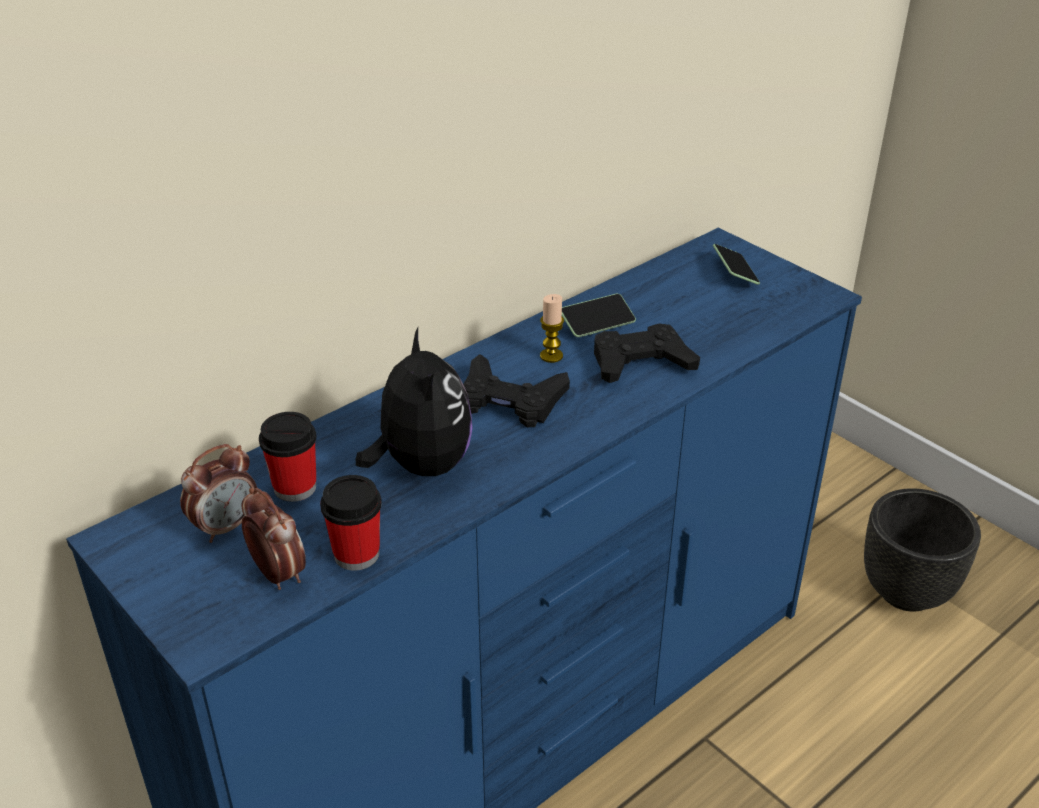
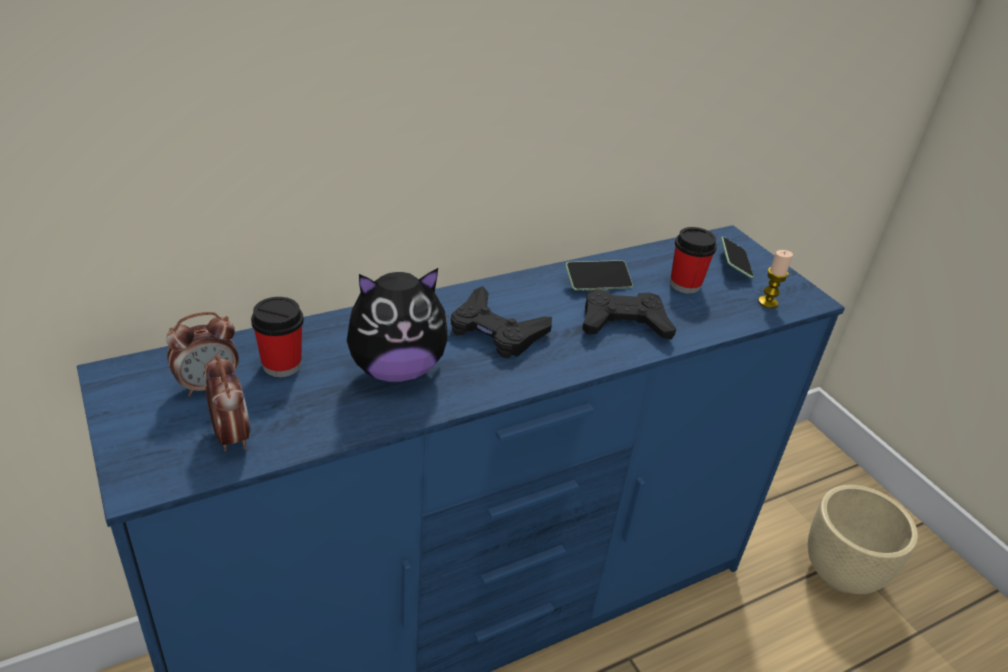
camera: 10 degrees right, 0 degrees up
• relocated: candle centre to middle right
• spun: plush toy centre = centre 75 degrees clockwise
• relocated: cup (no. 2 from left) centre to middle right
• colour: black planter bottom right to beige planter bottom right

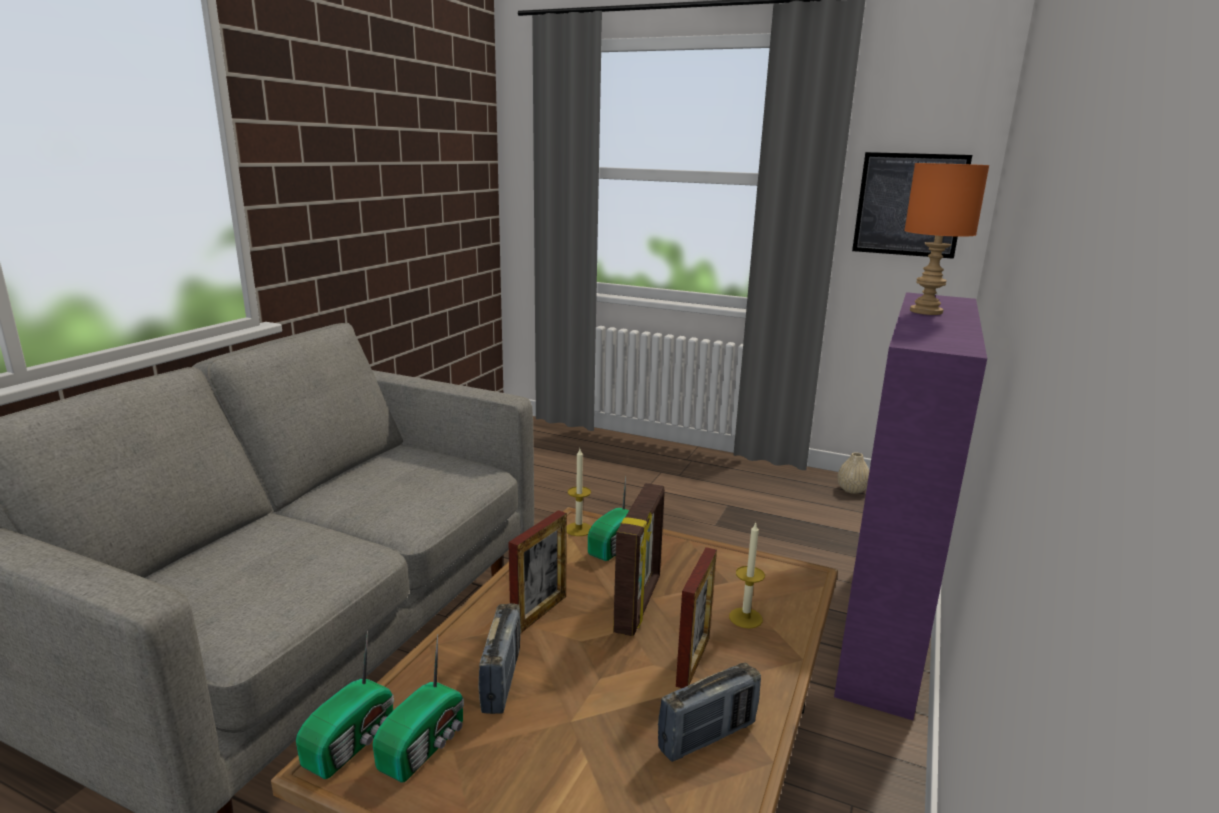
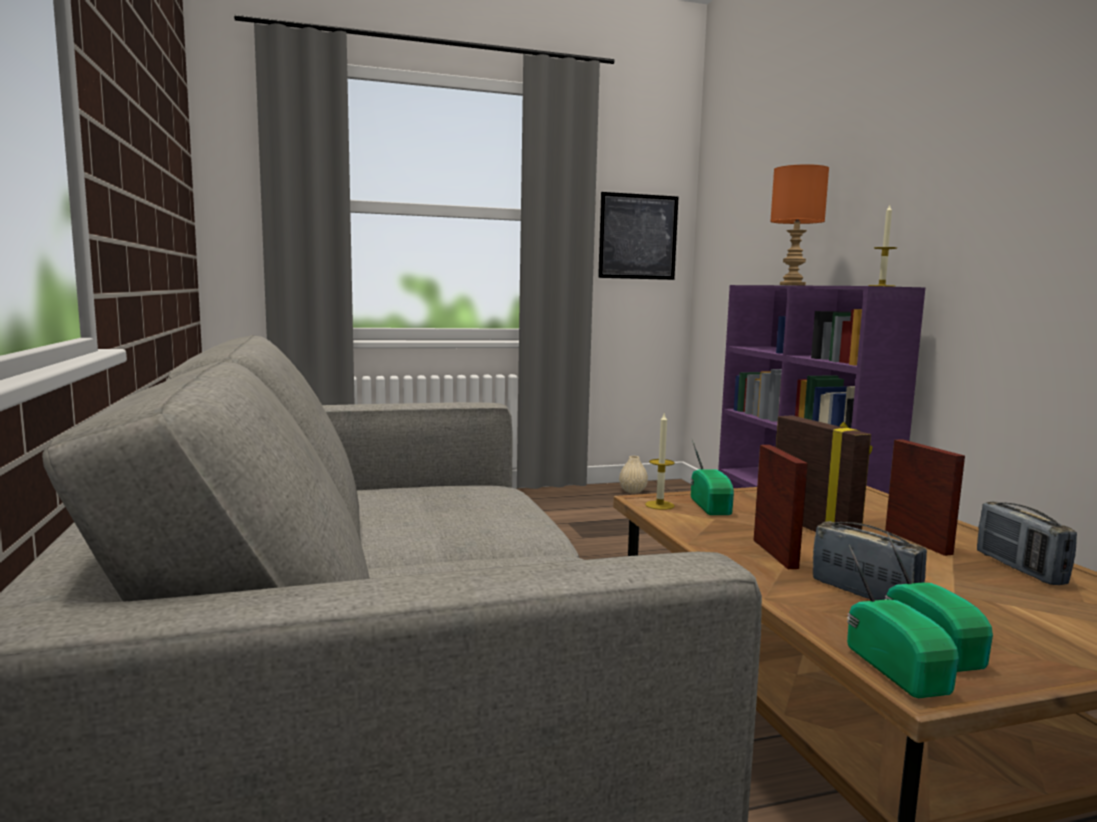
camera: 40 degrees left, 10 degrees down
• relocated: candle (no. 2 from left) bottom centre to top right
• spun: radio (no. 5 from left) bottom centre = middle right 150 degrees clockwise

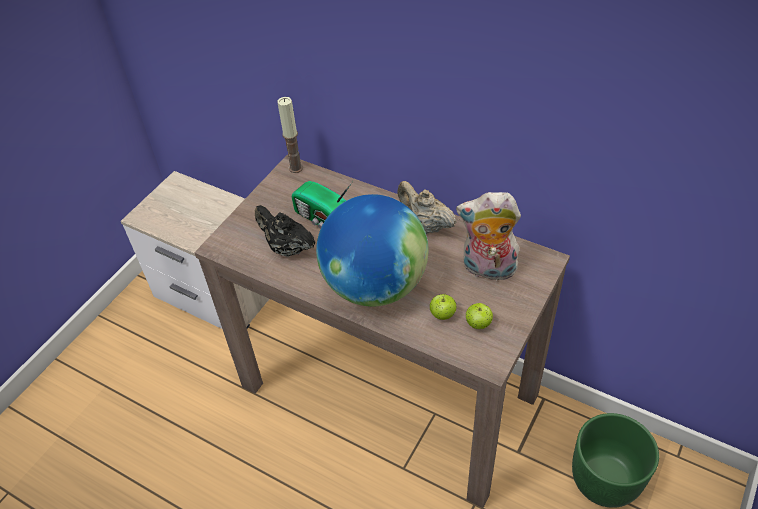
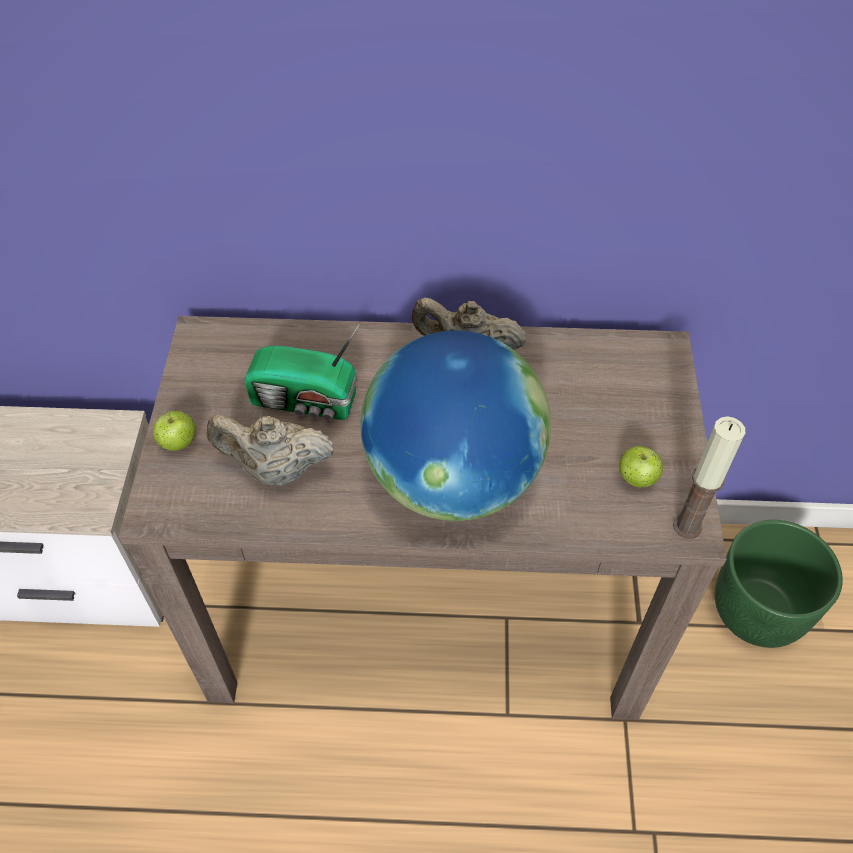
camera: 30 degrees left, 5 degrees up
• relocated: candle top centre to middle right
• missing: plush toy centre
• colour: black teapot centre to beige teapot (no. 1 from left) middle left
• relocated: apple (no. 1 from left) centre to middle left

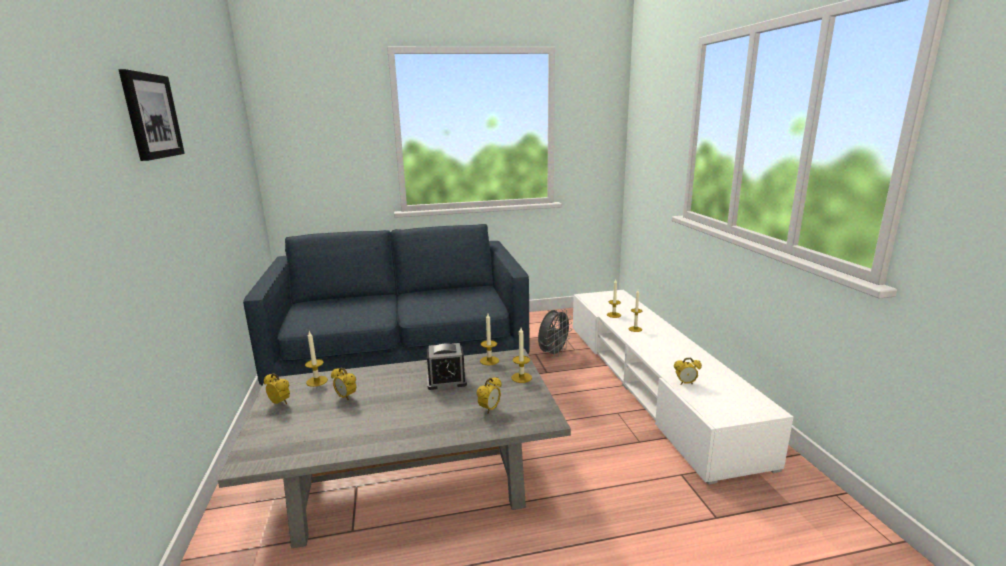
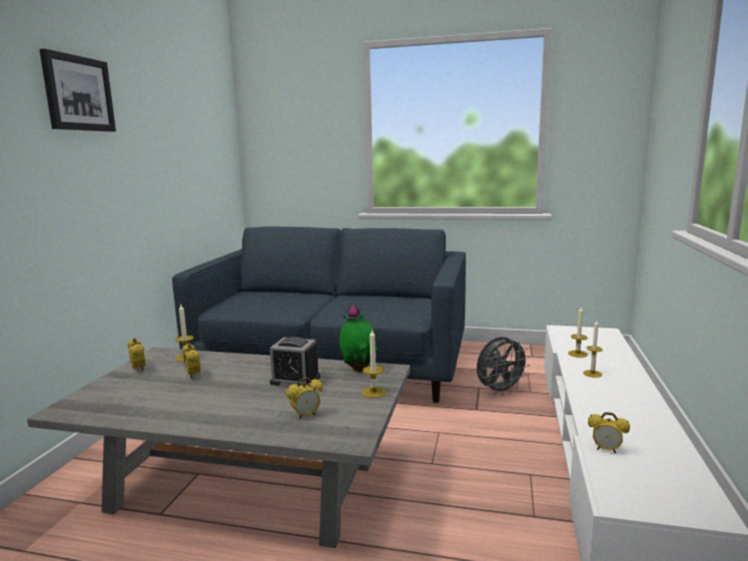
camera: 25 degrees right, 5 degrees down
• exchanged: candle (no. 2 from left) centre to potted plant centre

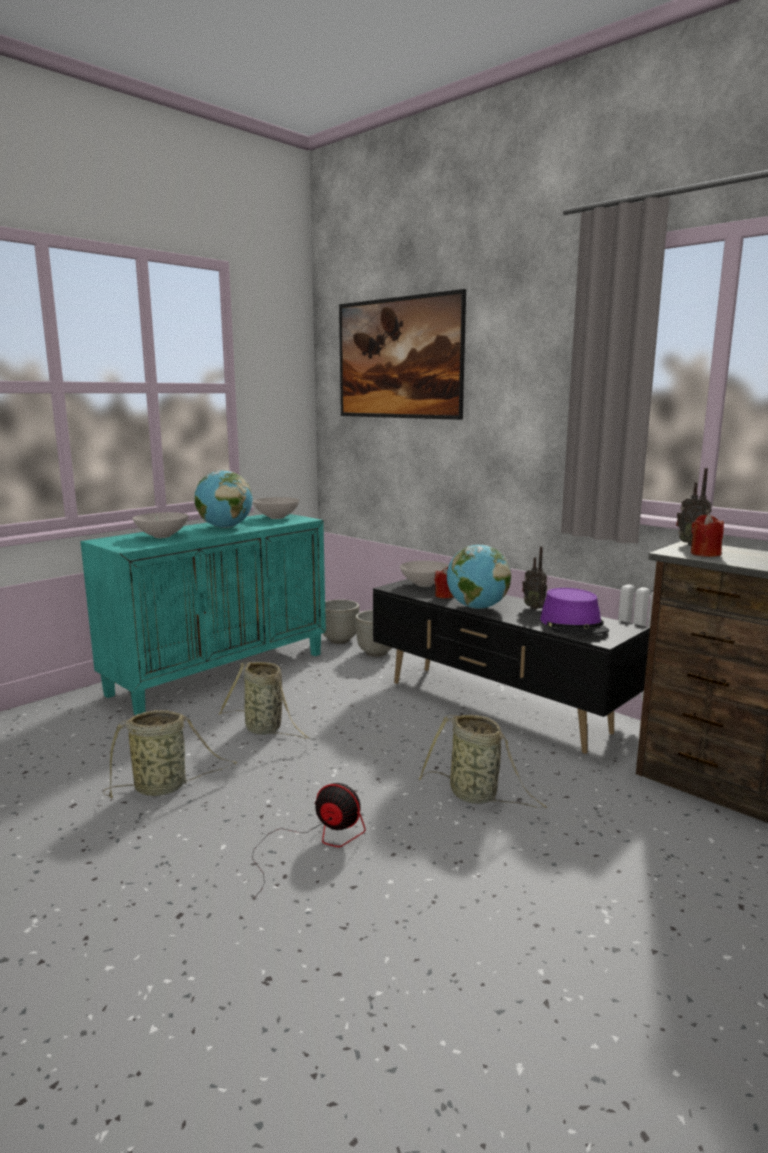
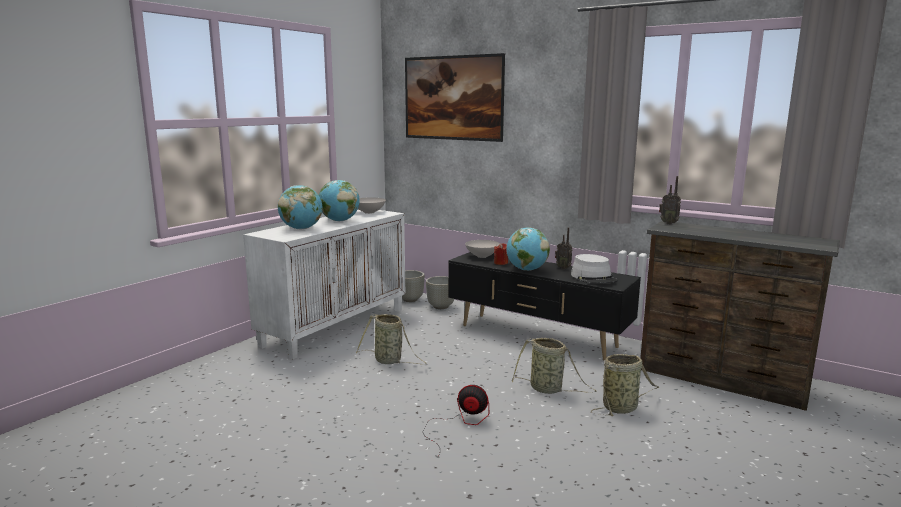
camera: 10 degrees left, 0 degrees up
• exchanged: white bowl (no. 1 from left) middle left to globe (no. 1 from left) middle left
• colour: turquoise cabinet middle left to white cabinet centre
• missing: red candle (no. 2 from left) middle right
• colour: purple hat middle right to grey hat centre
• relocated: basket (no. 1 from left in the first image) middle left to basket (no. 3 from left) bottom right

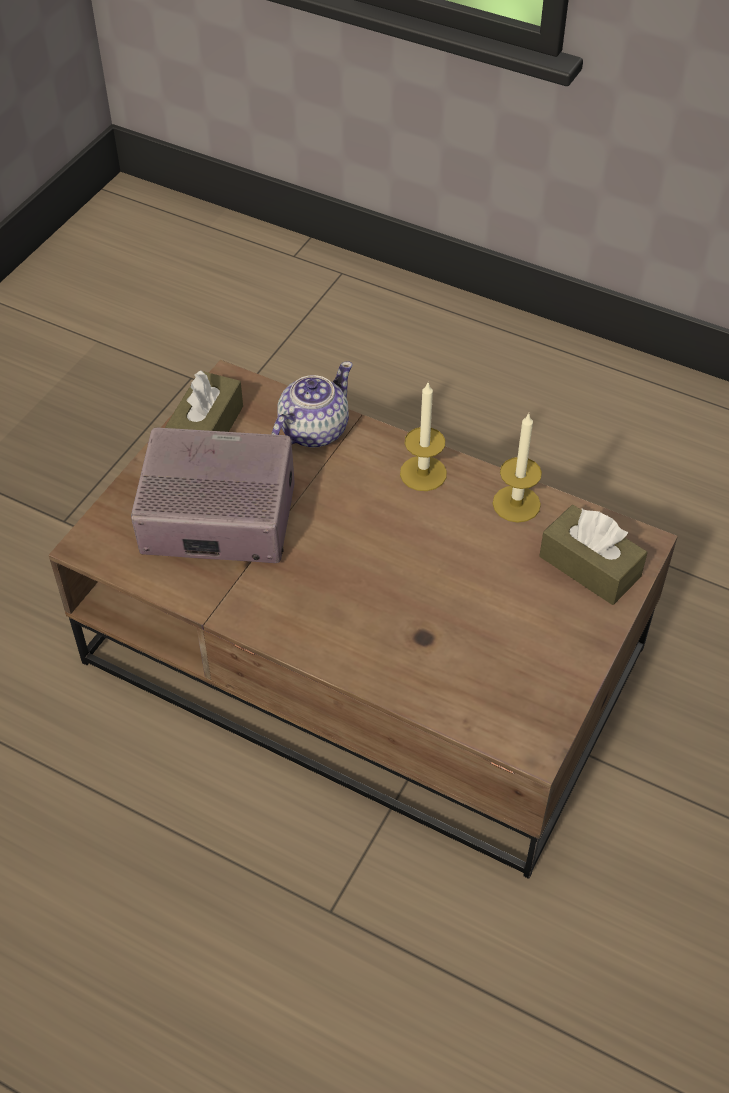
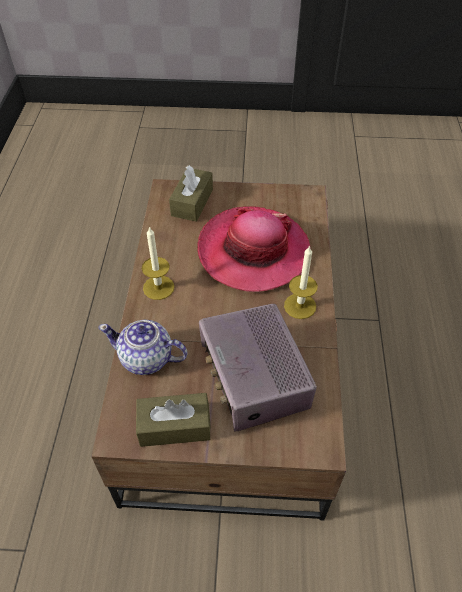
camera: 115 degrees left, 0 degrees up
• relocated: candle (no. 2 from left) middle right to centre
• appeared: hat centre

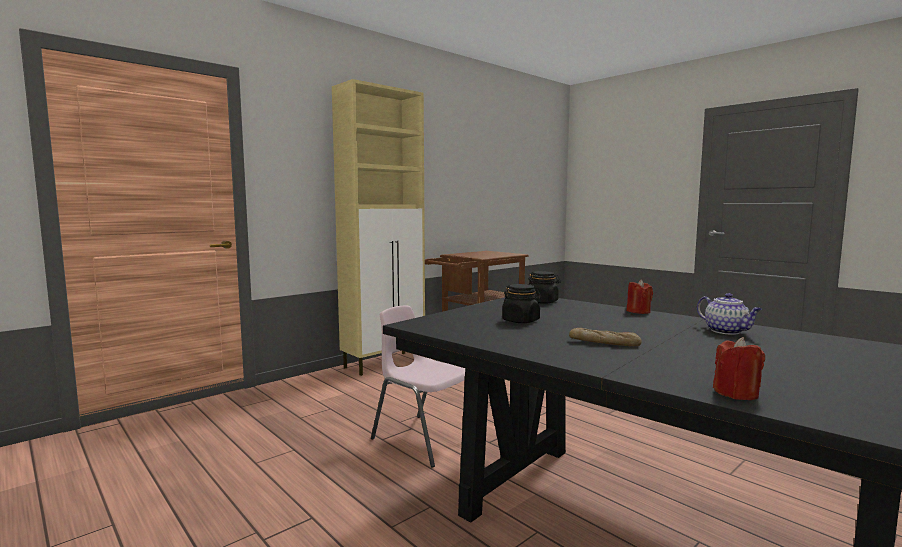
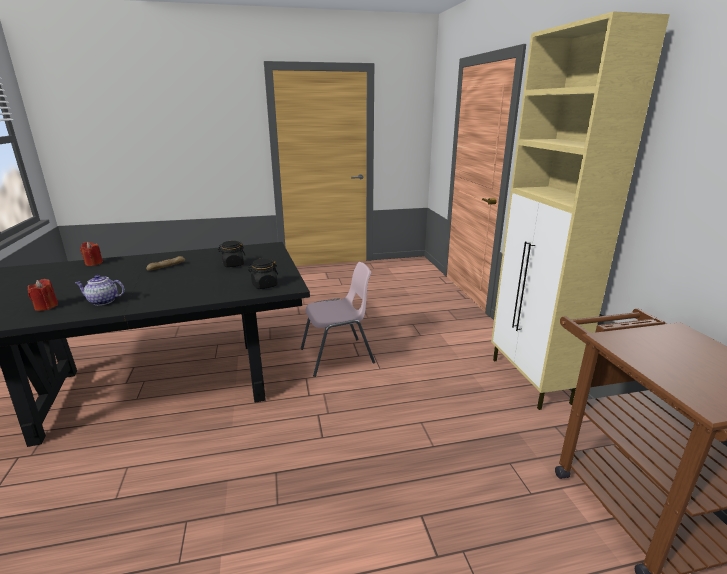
camera: 120 degrees right, 15 degrees up
• relocated: red candle (no. 1 from left) middle right to middle left

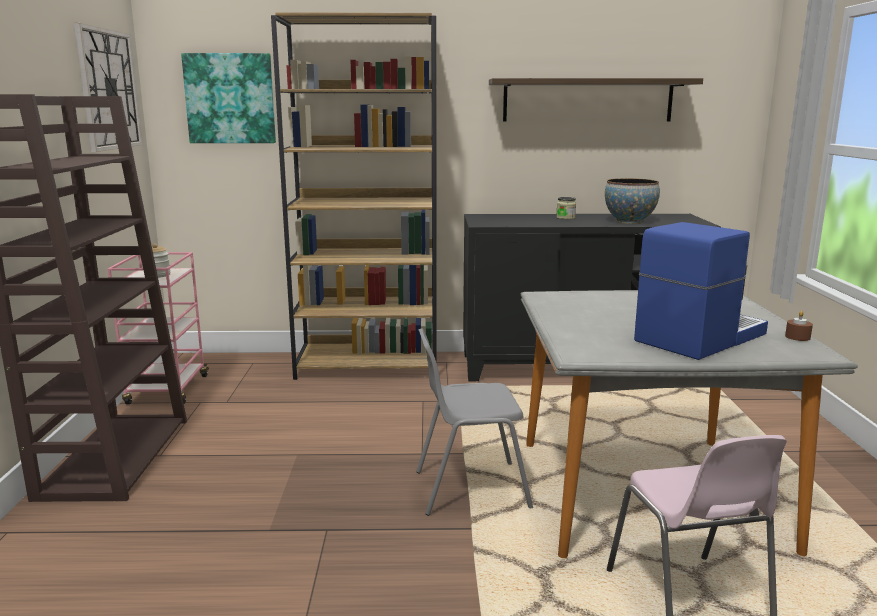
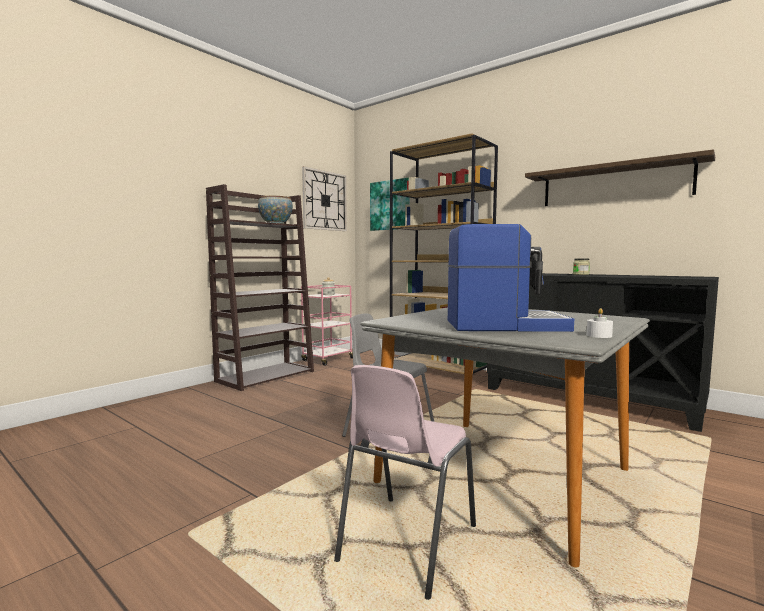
camera: 40 degrees right, 10 degrees down
• relocated: bowl top right to centre
• colour: brown candle middle right to white candle middle right

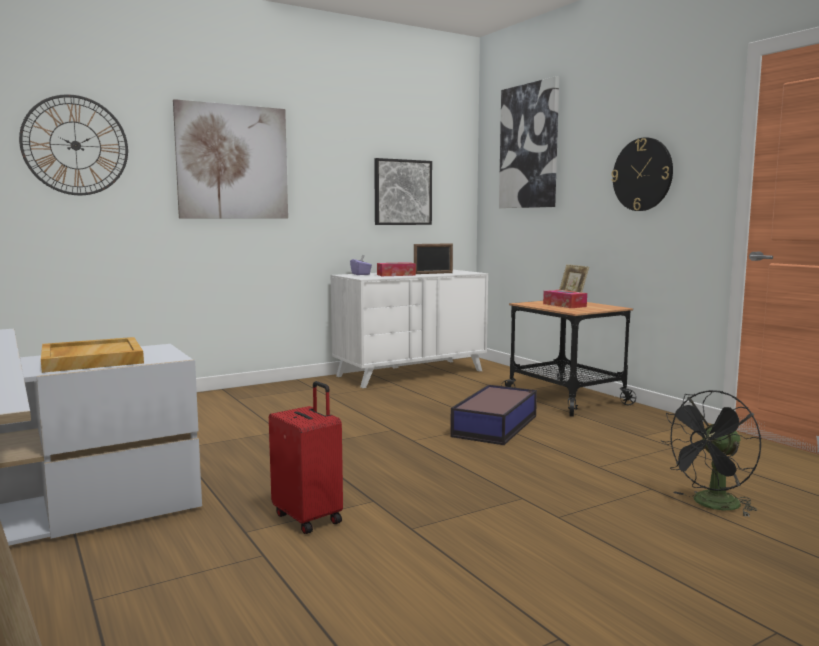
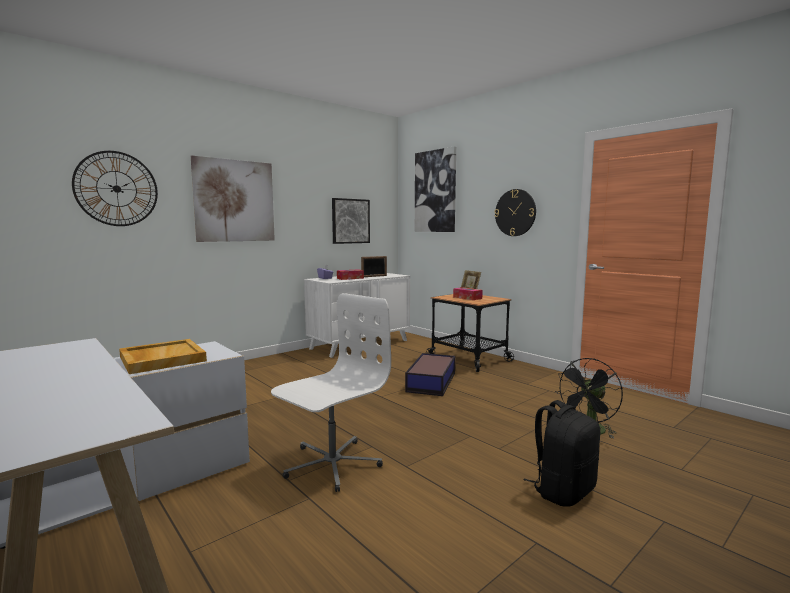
camera: 10 degrees left, 0 degrees up
• exchanged: red suitcase bottom centre to white office chair centre
• appeared: black backpack bottom right

